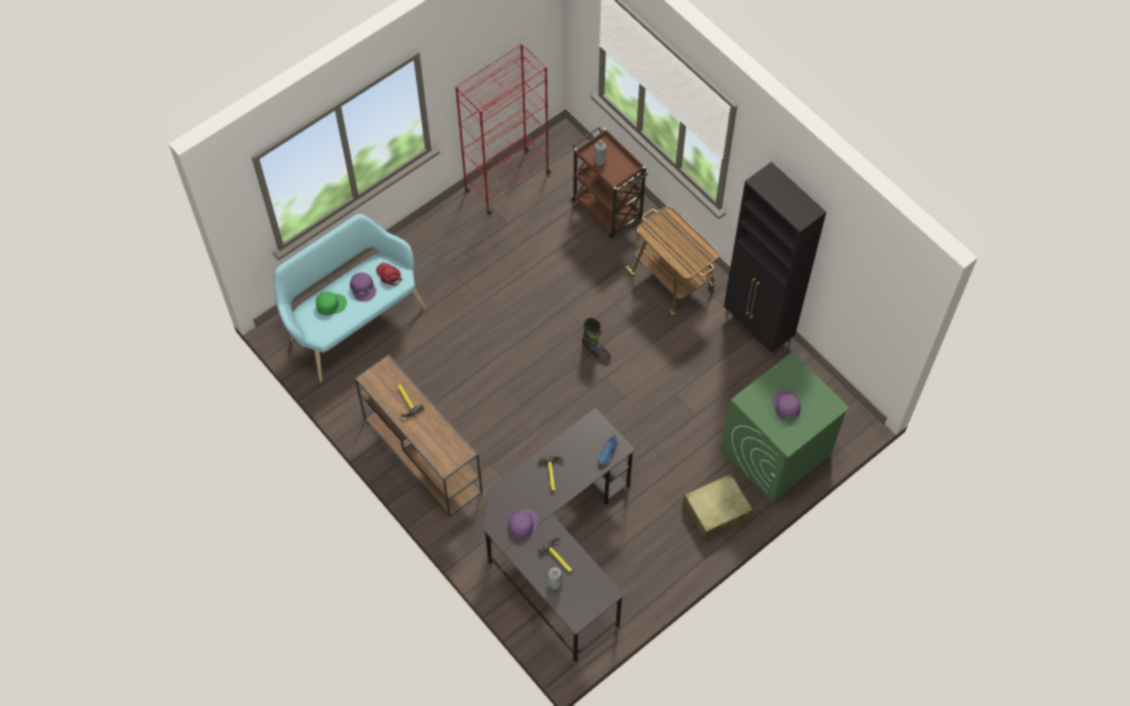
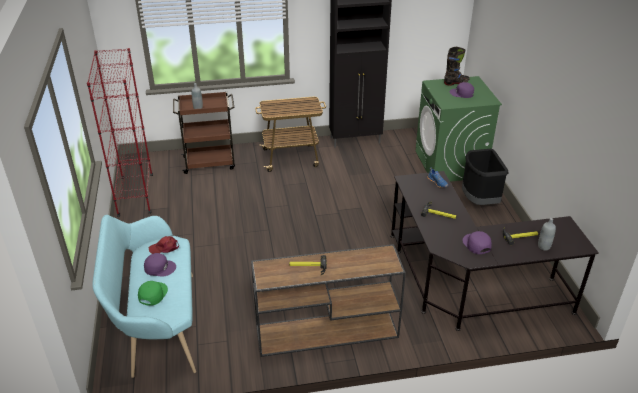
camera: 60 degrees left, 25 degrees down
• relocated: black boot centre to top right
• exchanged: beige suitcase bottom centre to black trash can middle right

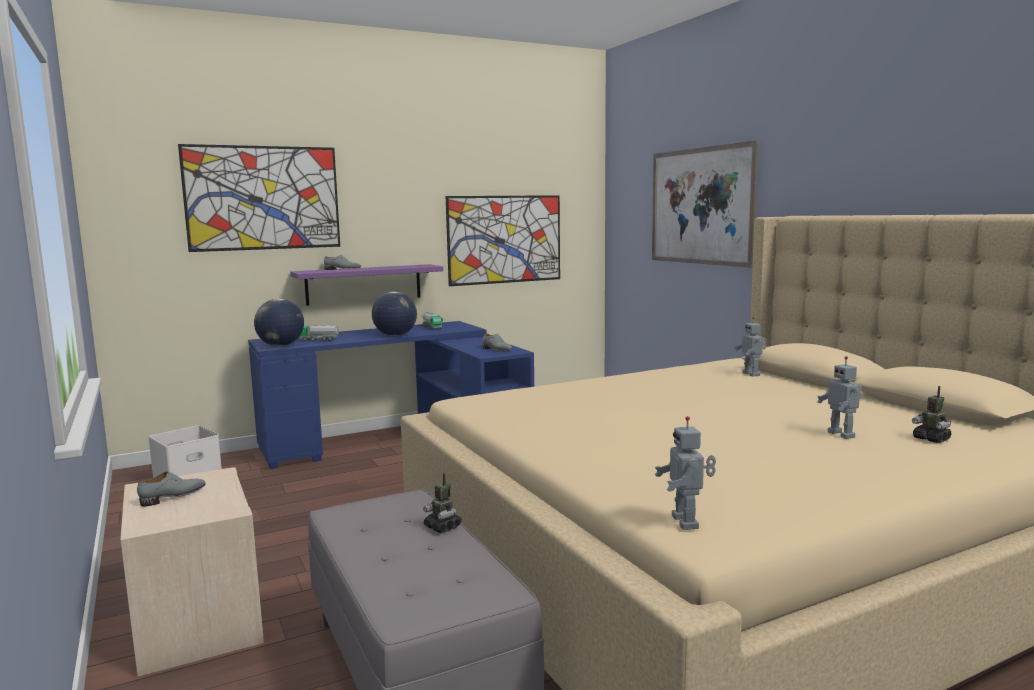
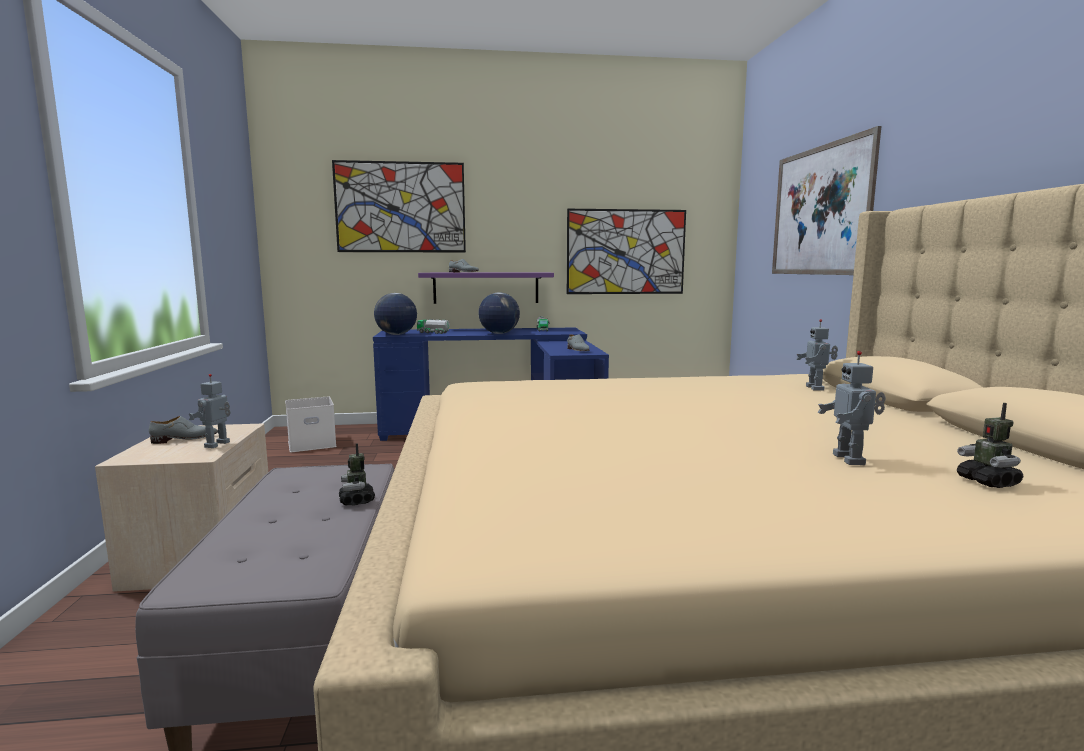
camera: 20 degrees right, 0 degrees up
• relocated: toy robot (no. 2 from left in the first image) bottom centre to toy robot (no. 1 from left) middle left

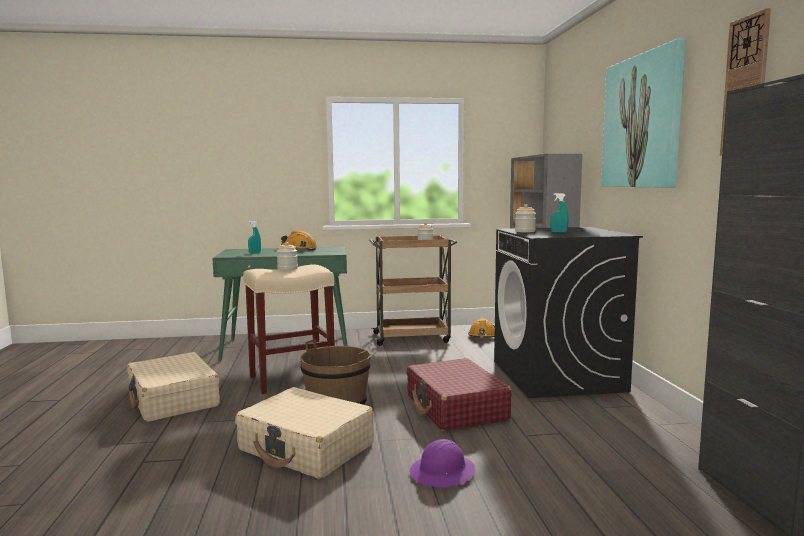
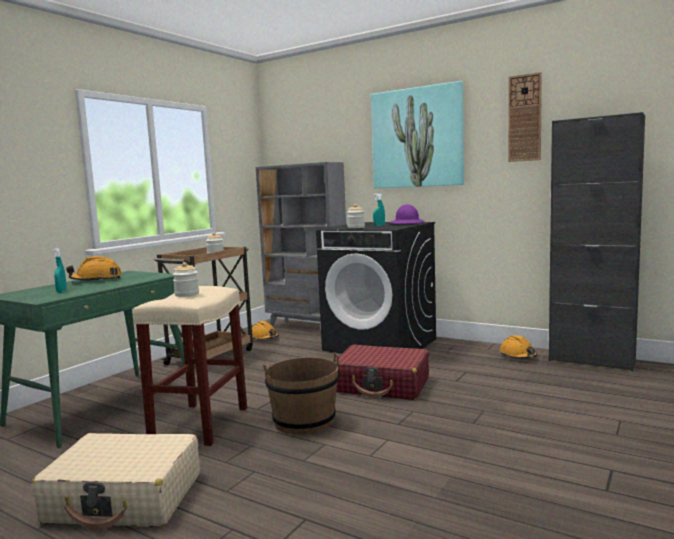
camera: 50 degrees left, 0 degrees up
• missing: beige suitcase (no. 2 from left) bottom centre
• relocated: purple hard hat bottom centre to centre
• appeared: orange hard hat (no. 3 from left) middle right

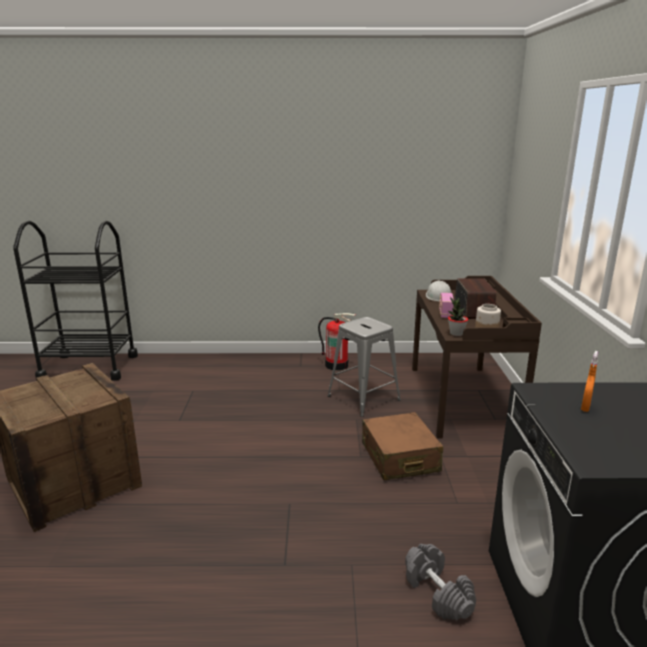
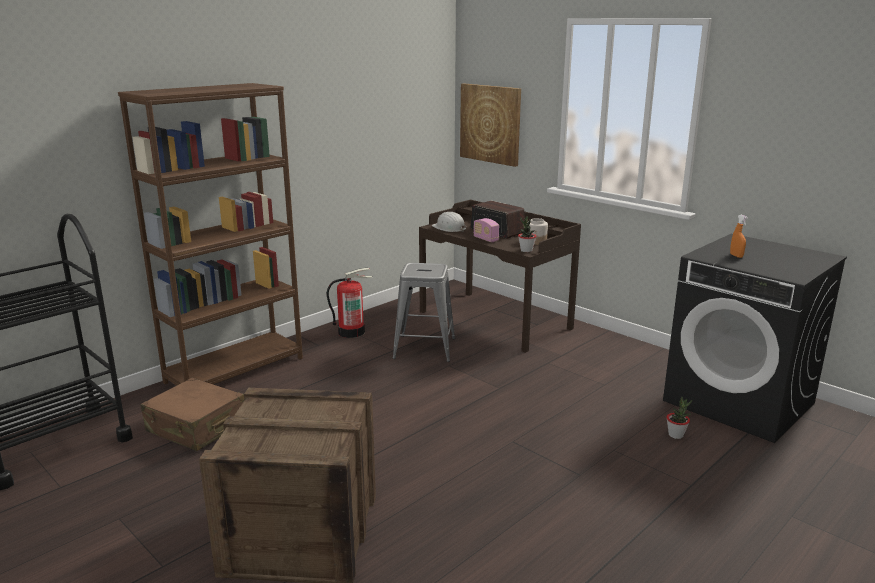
camera: 45 degrees left, 0 degrees up
• relocated: brown suitcase bottom centre to bottom left
• exchanged: grey dumbbell bottom right to potted plant (no. 2 from left) bottom right
• appeared: brown bookcase middle left
• appeared: picture top centre

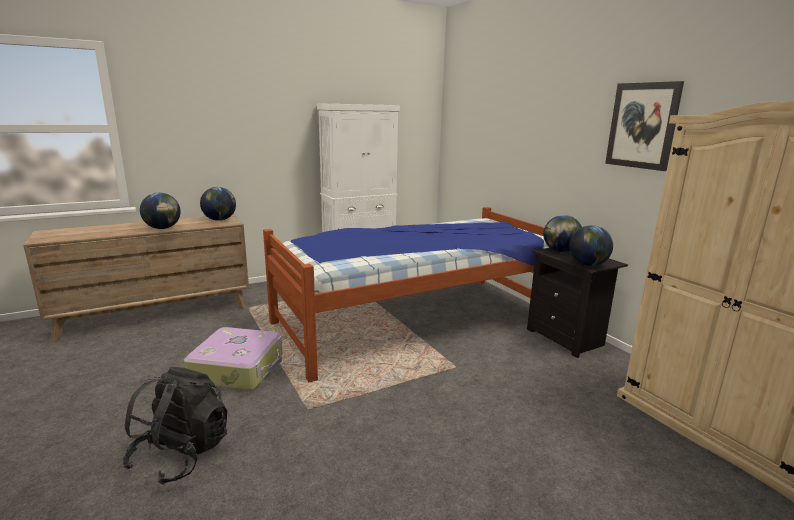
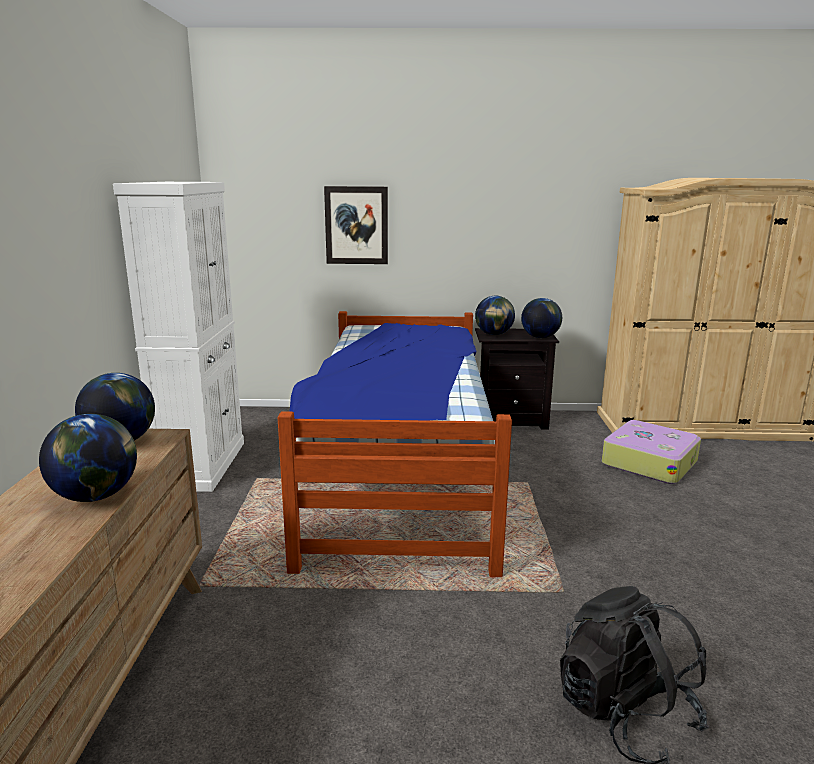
camera: 60 degrees left, 0 degrees up
• relocated: picture top right to top centre
• relocated: suitcase bottom left to middle right

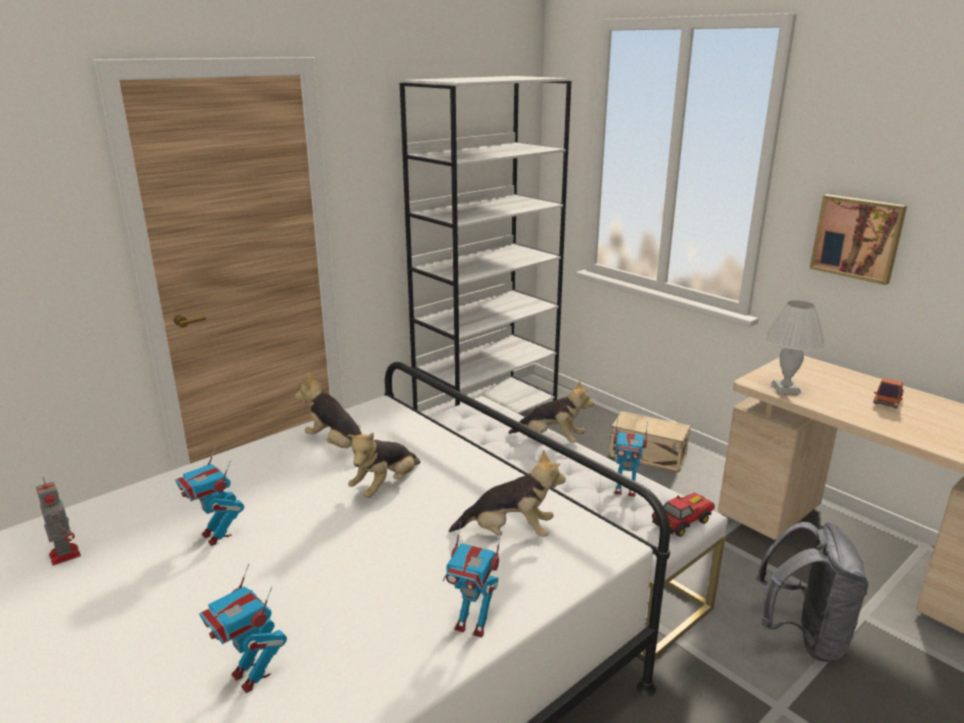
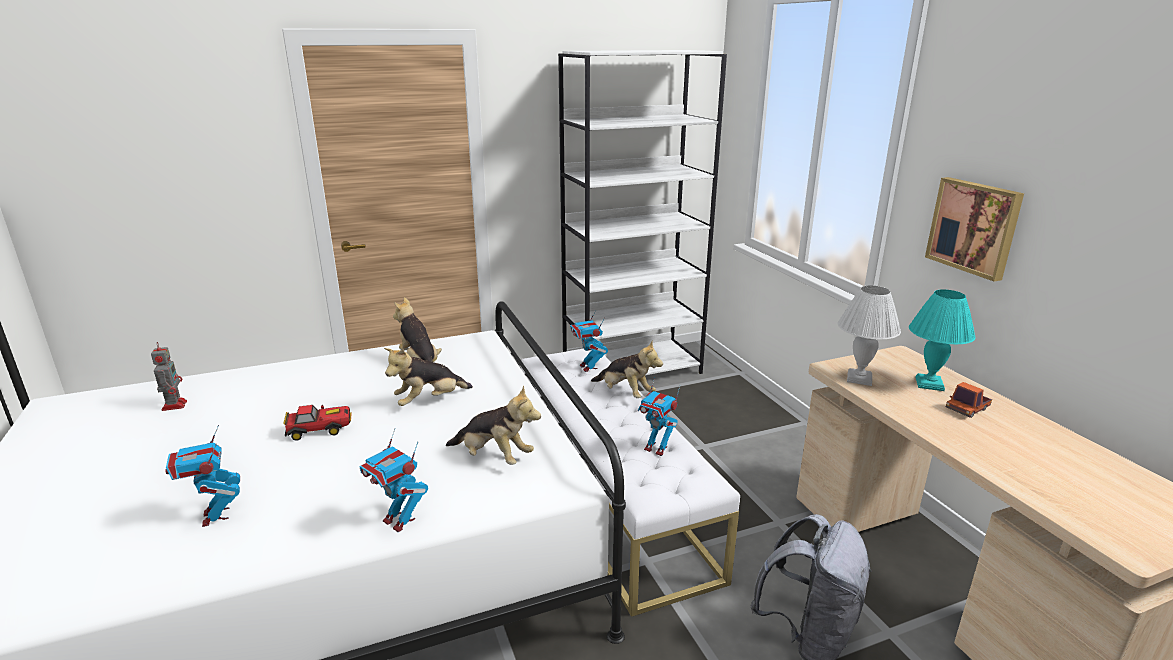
camera: 20 degrees right, 0 degrees up
• missing: beige storage box middle right
• relocated: toy robot (no. 2 from left in the first image) bottom left to toy robot (no. 4 from left) centre
• relocated: toy car bottom right to middle left
• appeared: turquoise table lamp middle right

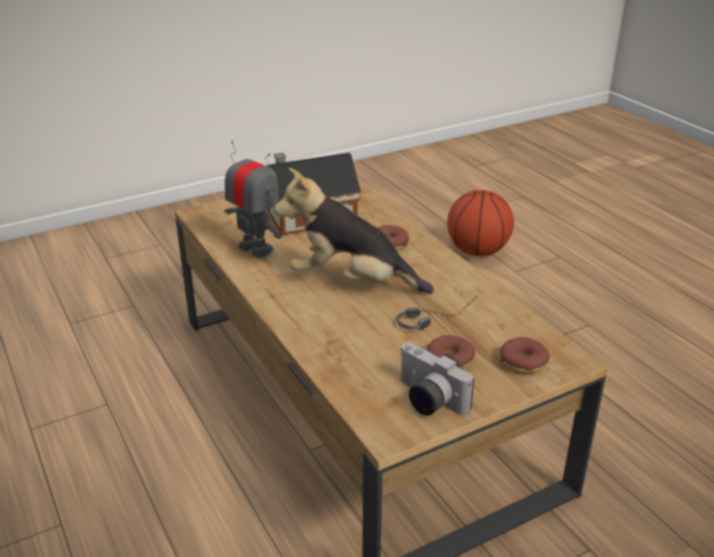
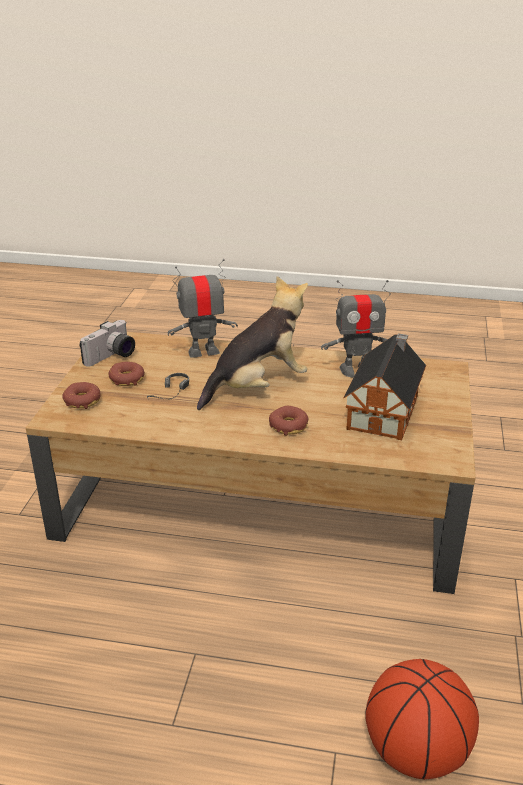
camera: 130 degrees right, 0 degrees up
• spun: photo camera bottom centre = middle left 135 degrees clockwise
• appeared: toy robot (no. 1 from left) centre

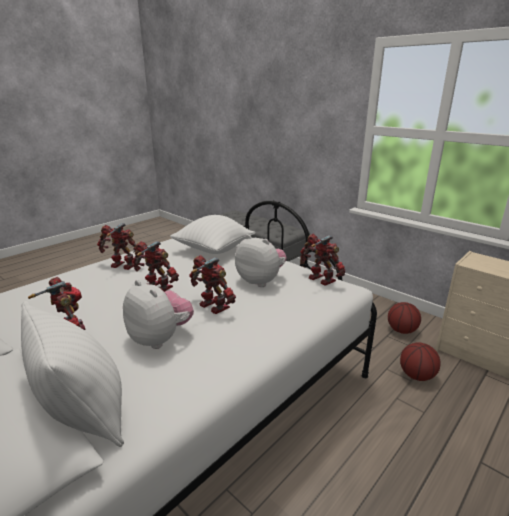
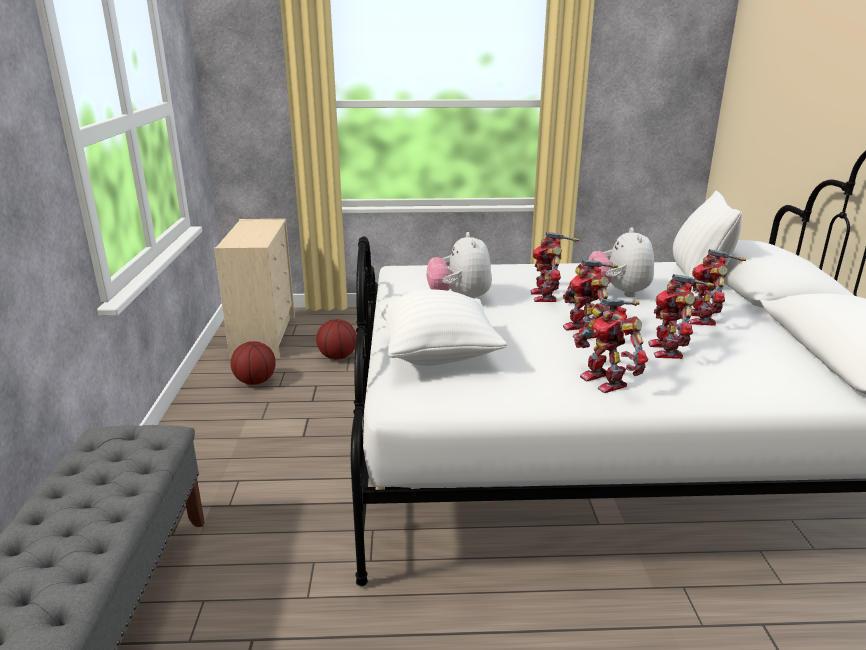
camera: 135 degrees left, 0 degrees up
• relocated: toy robot (no. 5 from left in the first image) centre to toy robot (no. 4 from left) middle right

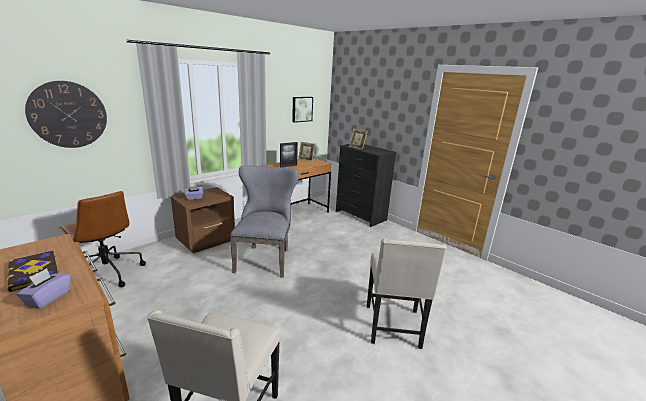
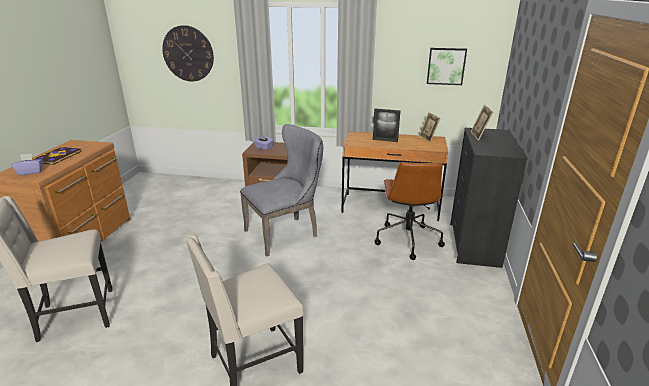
camera: 55 degrees right, 5 degrees up
• relocated: brown office chair middle left to centre

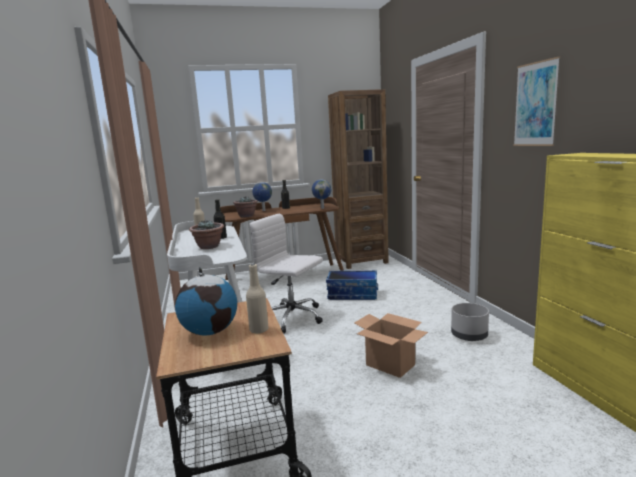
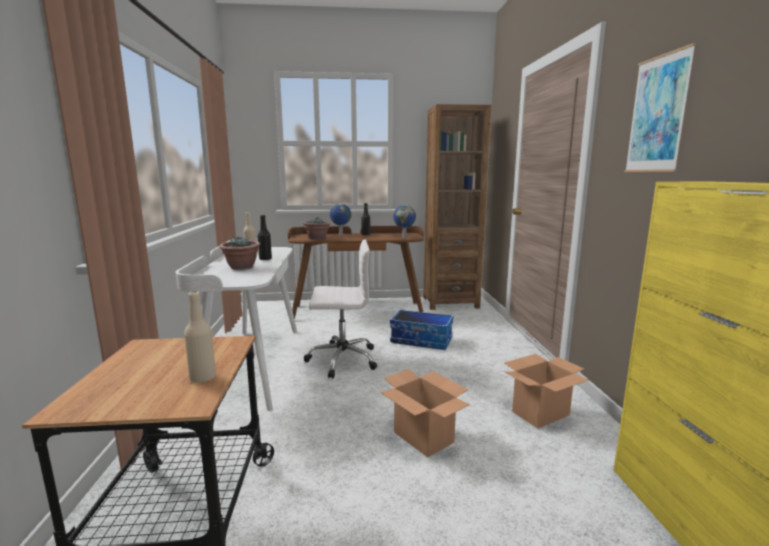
camera: 10 degrees right, 0 degrees up
• spun: white office chair centre = centre 135 degrees clockwise
• missing: globe (no. 1 from left) middle left
• exchanged: grey planter bottom right to cardboard box (no. 2 from left) bottom right

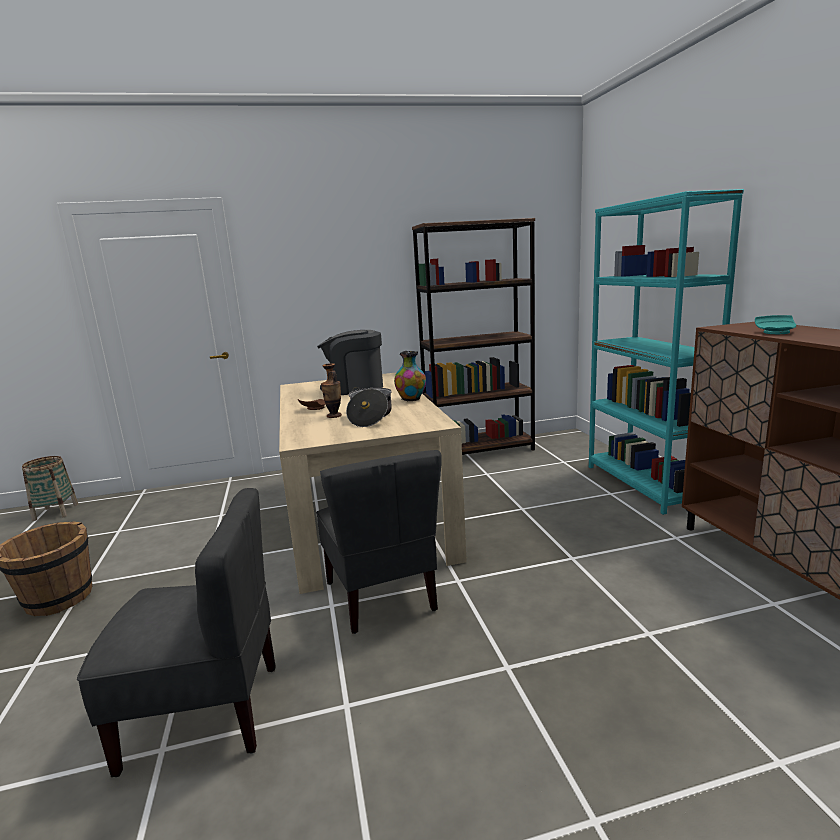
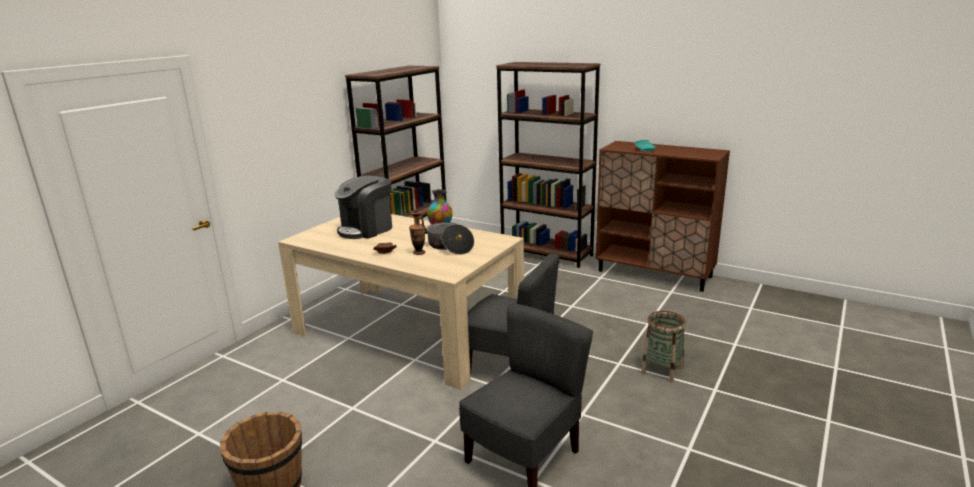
camera: 45 degrees left, 5 degrees up
• colour: turquoise bookcase middle right to brown bookcase (no. 2 from left) centre
• relocated: basket middle left to bottom right

